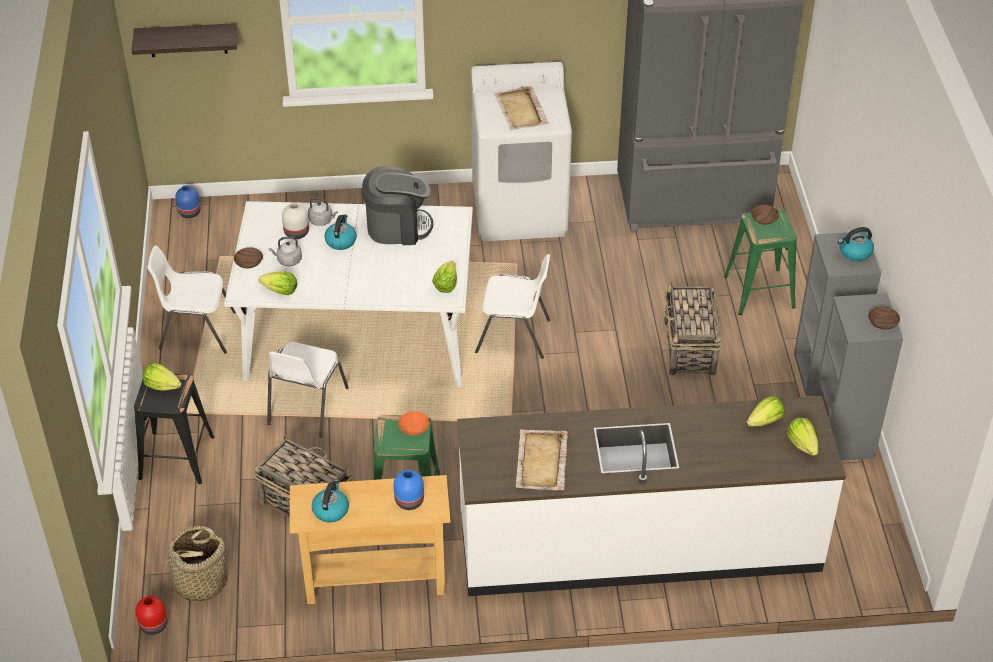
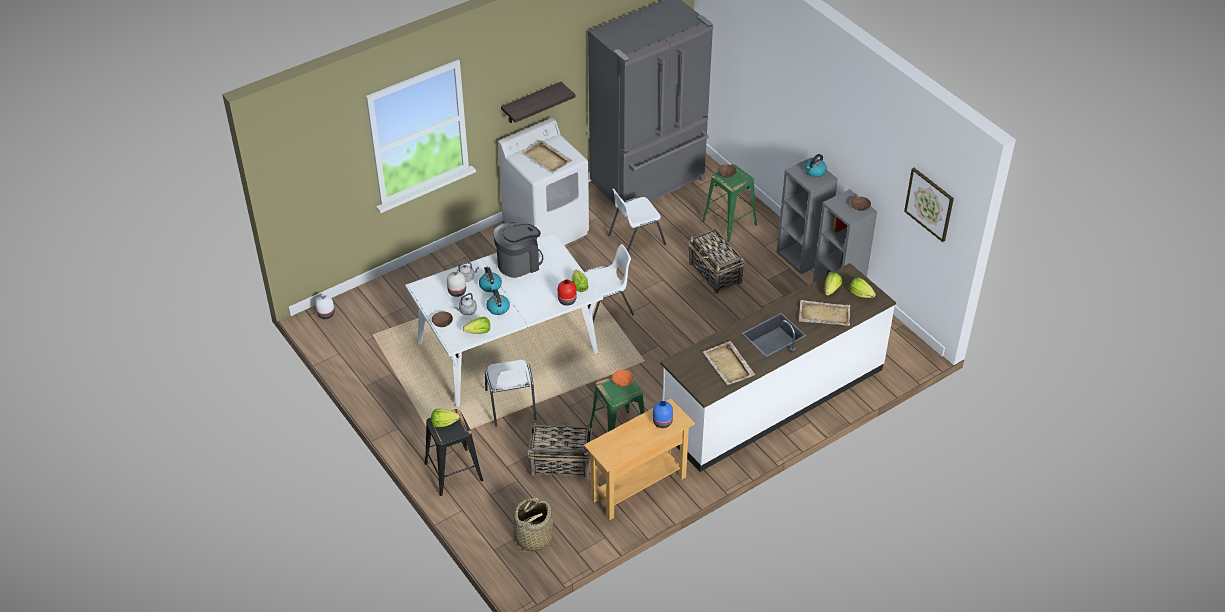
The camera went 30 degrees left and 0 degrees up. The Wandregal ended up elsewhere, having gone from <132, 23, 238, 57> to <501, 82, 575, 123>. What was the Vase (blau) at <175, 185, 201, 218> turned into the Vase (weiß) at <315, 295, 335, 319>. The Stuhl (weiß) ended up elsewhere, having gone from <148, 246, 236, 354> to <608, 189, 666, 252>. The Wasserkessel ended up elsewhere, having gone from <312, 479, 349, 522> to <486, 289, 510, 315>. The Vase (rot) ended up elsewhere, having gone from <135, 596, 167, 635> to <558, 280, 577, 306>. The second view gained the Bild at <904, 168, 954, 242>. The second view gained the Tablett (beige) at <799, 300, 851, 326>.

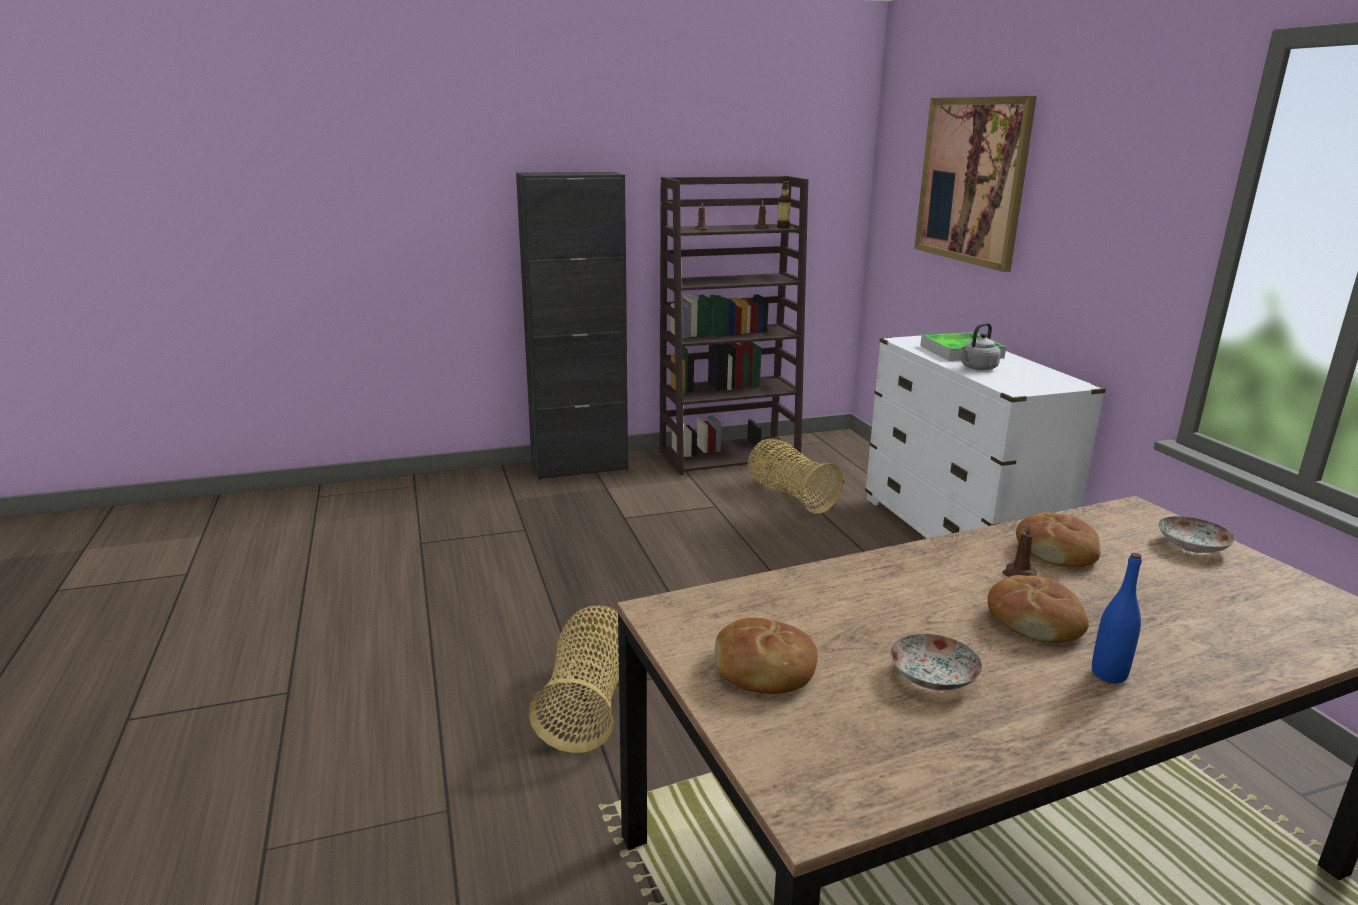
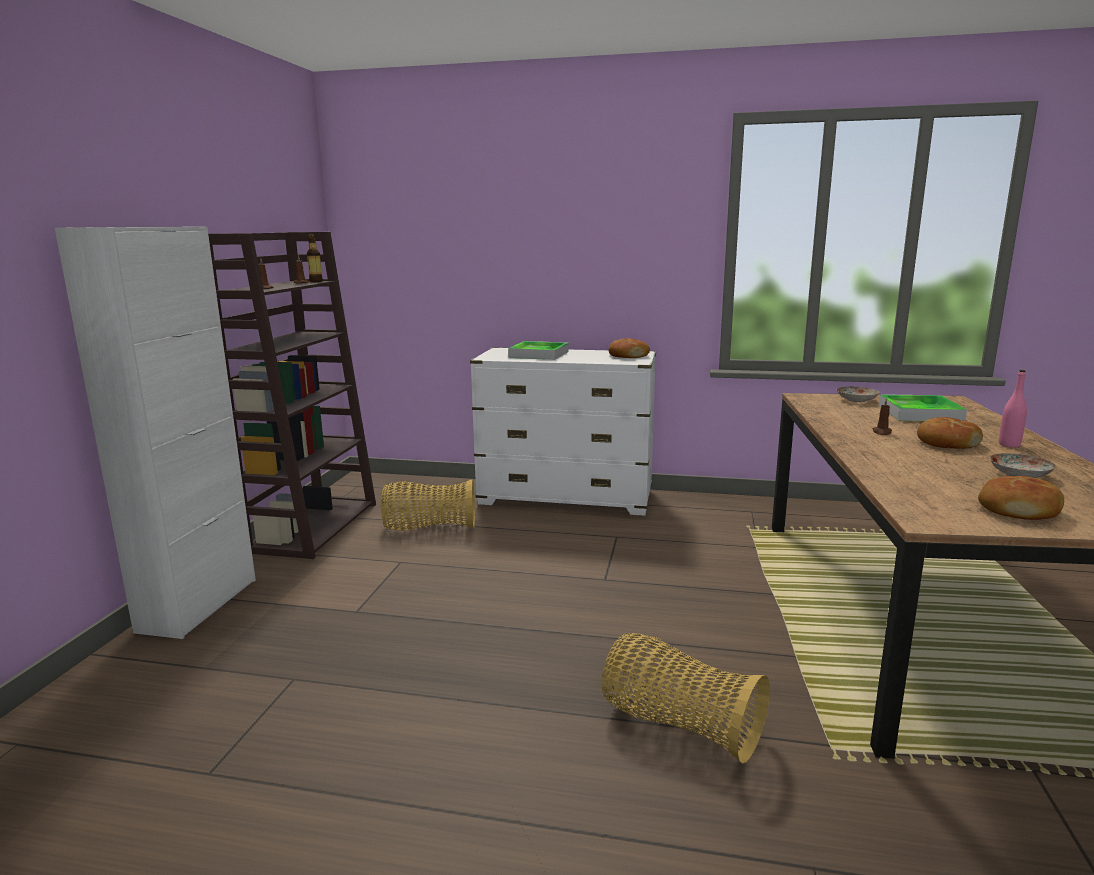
The camera went 60 degrees left and 5 degrees down. The second view lost the Bild at <914, 96, 1037, 272>. What was the Schrank (schwarz) at <516, 172, 628, 480> turned into the Schrank (weiß) at <55, 227, 256, 639>. The second view lost the Wasserkessel (grau) at <961, 323, 1001, 370>. The Brot ended up elsewhere, having gone from <1016, 512, 1101, 567> to <608, 338, 650, 358>. What was the Flasche (blau) at <1092, 553, 1142, 683> turned into the Flasche (rosa) at <999, 370, 1027, 448>. The second view gained the Tablett at <879, 394, 967, 421>.

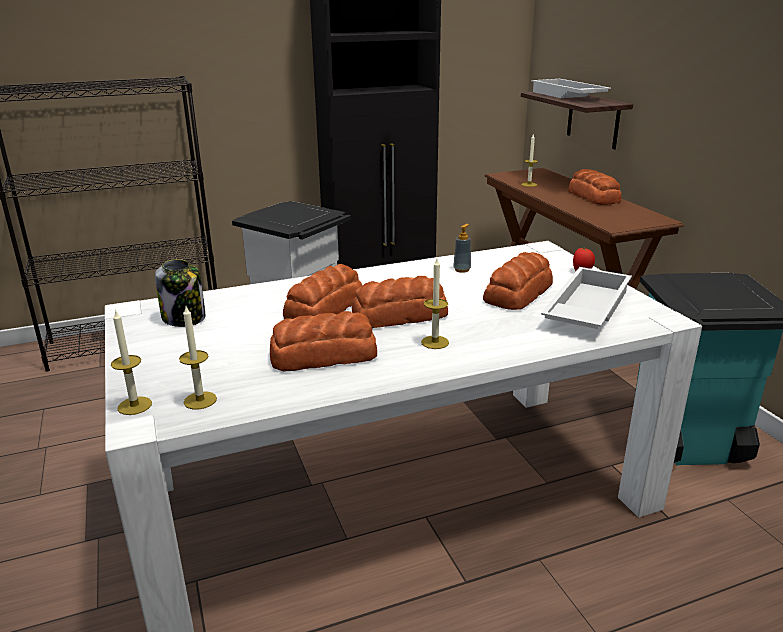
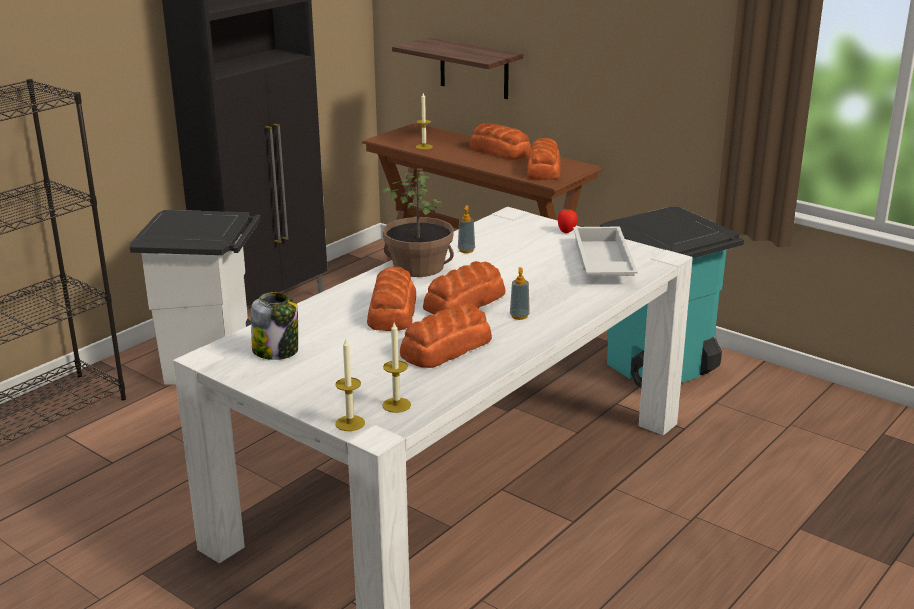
The camera went 30 degrees left and 0 degrees up. The second view lost the Tablett (weiß) at <531, 79, 611, 98>. The Brot ended up elsewhere, having gone from <483, 252, 553, 310> to <527, 138, 561, 180>. Where the Kerze stood at <421, 259, 449, 349>, the Seifenspender came to stand at <510, 267, 530, 320>. The second view gained the Topfpflanze at <383, 169, 454, 277>.

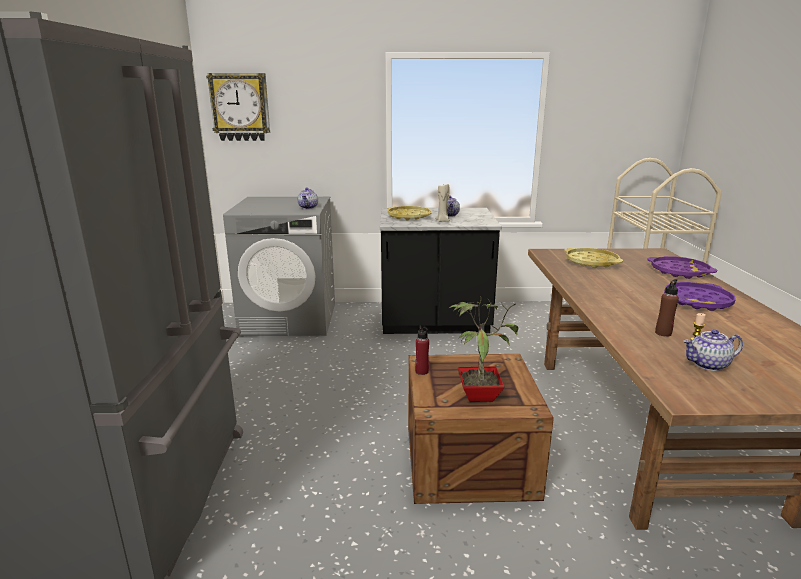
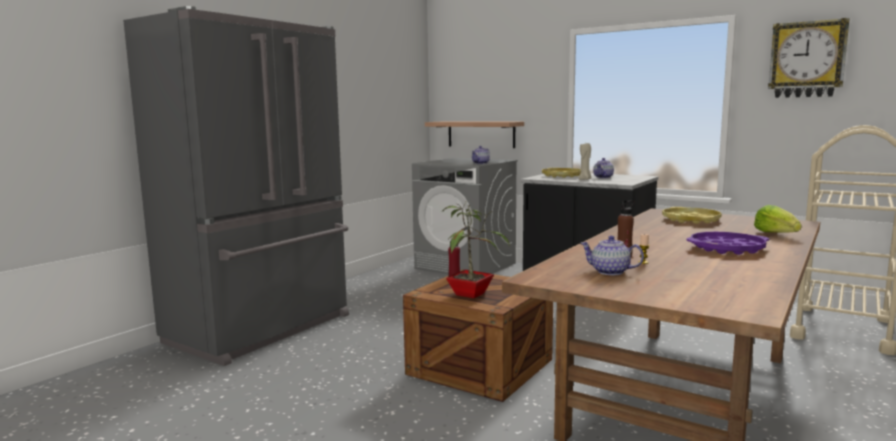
The camera went 35 degrees right and 10 degrees down. The Wanduhr ended up elsewhere, having gone from <206, 73, 270, 141> to <768, 18, 850, 98>. Where the Tablett (lila) stood at <647, 256, 717, 279>, the Salatkopf came to stand at <754, 205, 801, 233>. The second view gained the Wandregal at <425, 122, 524, 148>.

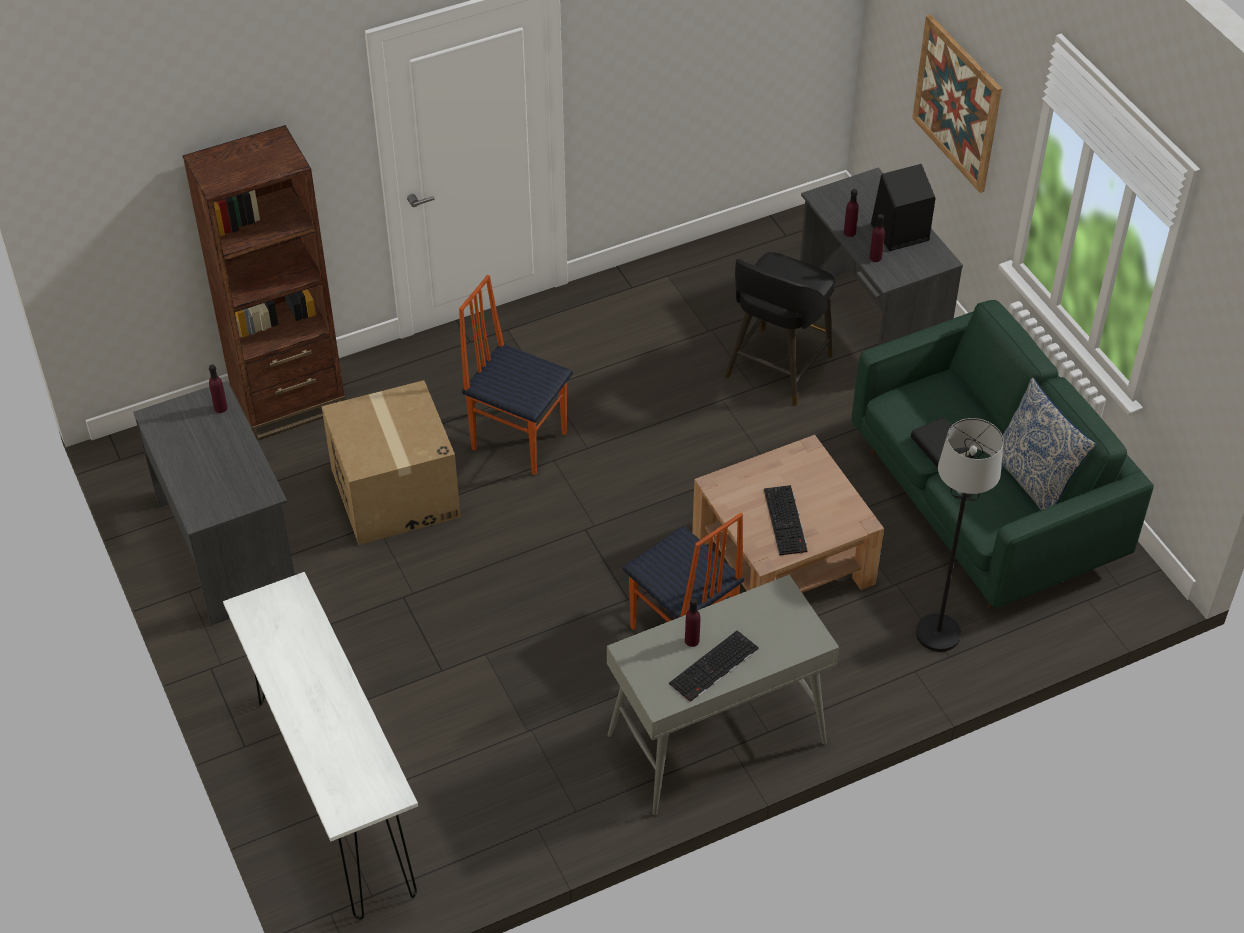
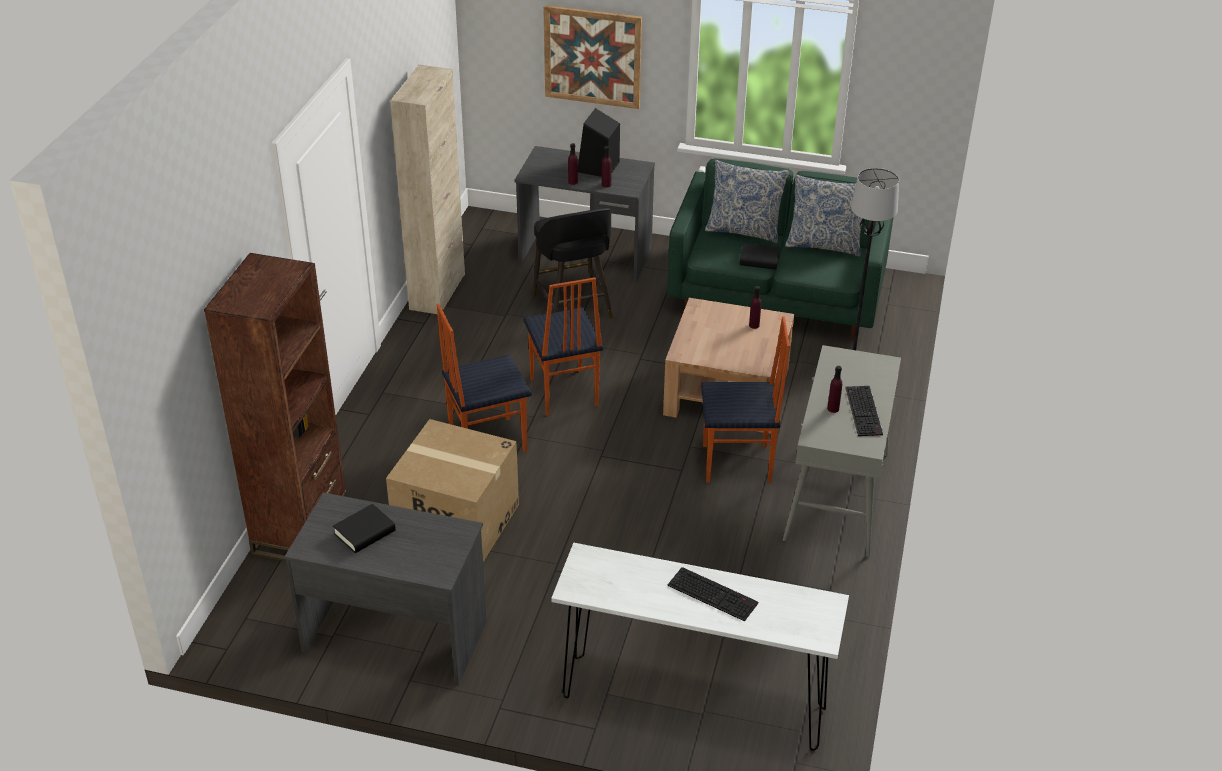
The camera went 50 degrees left and 10 degrees down. The Flasche (lila) ended up elsewhere, having gone from <209, 365, 228, 413> to <749, 286, 761, 329>. The Tastatur ended up elsewhere, having gone from <764, 485, 808, 555> to <667, 567, 758, 621>. The second view gained the Schrank (beige) at <390, 65, 465, 314>. The second view gained the Kissen at <705, 160, 789, 243>. The second view gained the Stuhl at <524, 277, 603, 416>. The second view gained the Buch (schwarz) at <333, 504, 396, 553>.

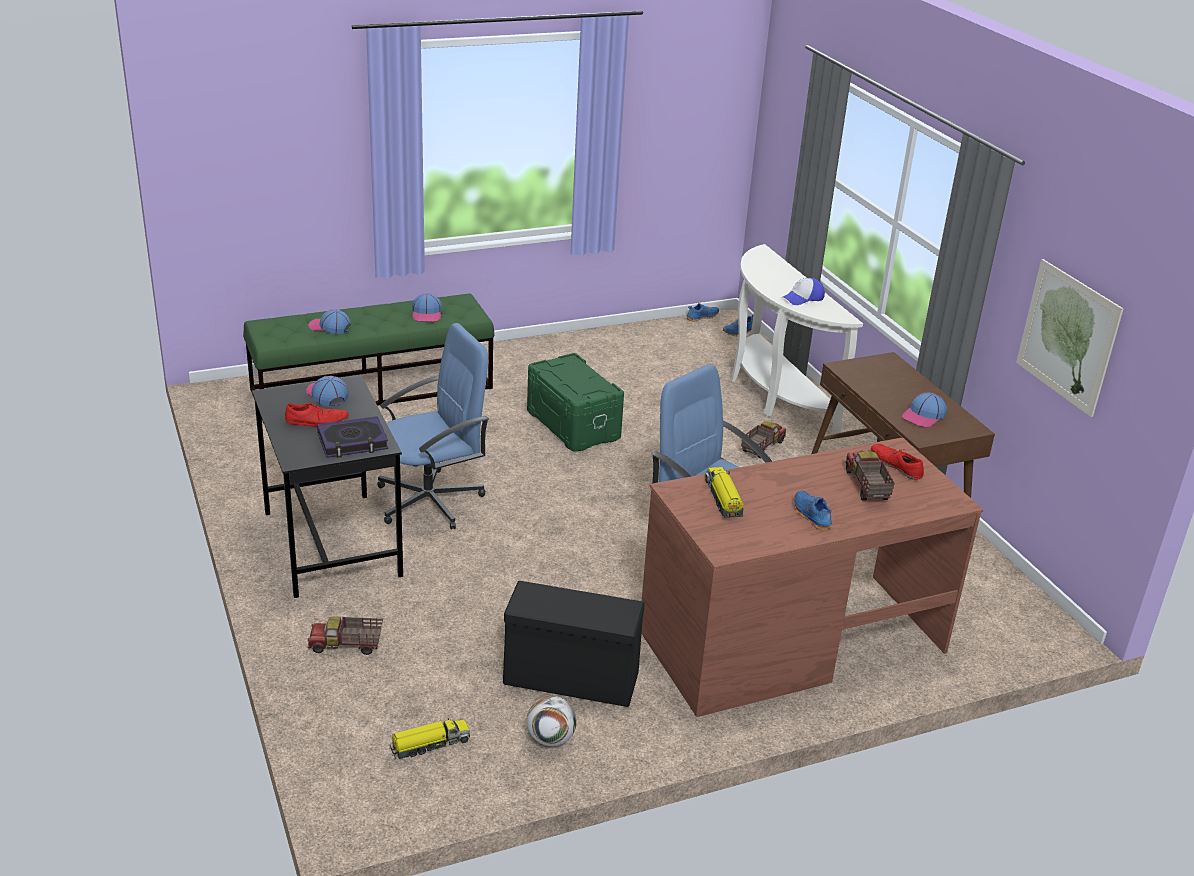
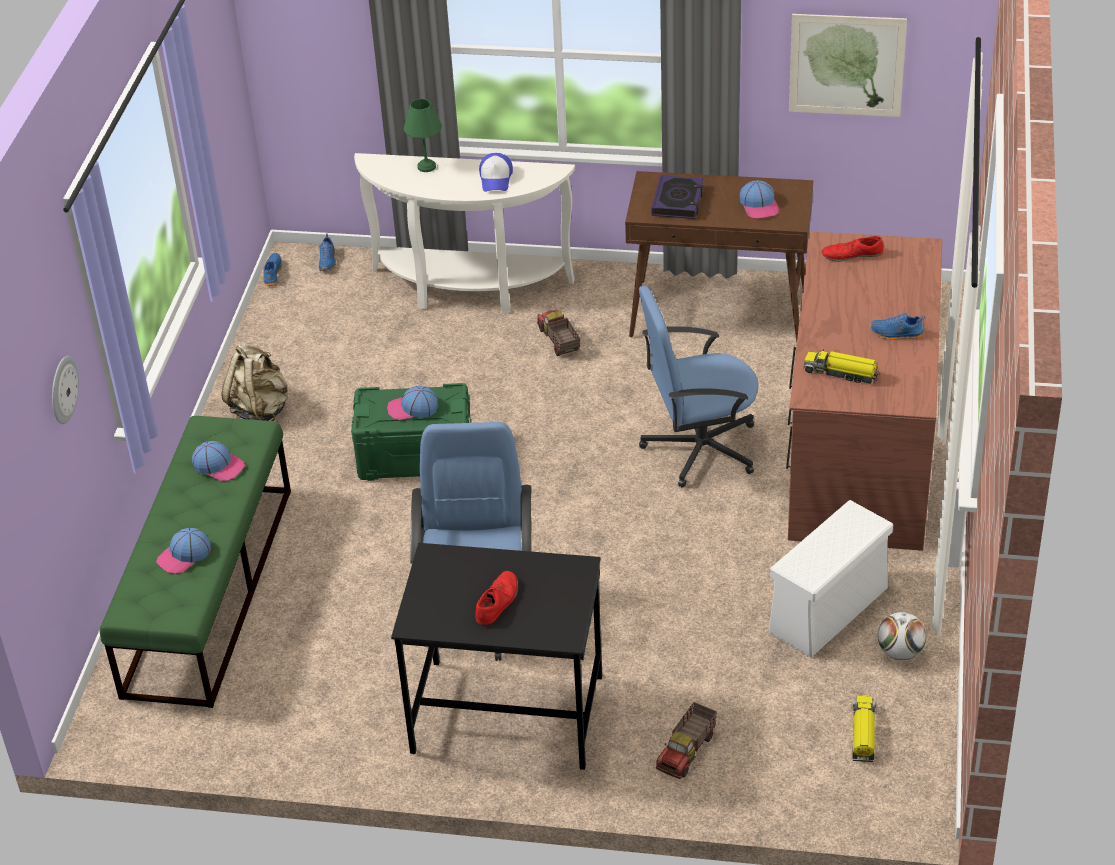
The camera went 55 degrees left and 10 degrees up. The Kappe ended up elsewhere, having gone from <306, 376, 349, 407> to <387, 386, 438, 420>. The Buch ended up elsewhere, having gone from <317, 416, 388, 458> to <652, 175, 703, 219>. The second view lost the Spielzeuglaster at <845, 451, 895, 500>. What was the Aufbewahrungsbox (schwarz) at <503, 581, 645, 707> turned into the Aufbewahrungsbox (weiß) at <769, 500, 893, 657>. The second view gained the Tischlampe (grün) at <404, 99, 442, 172>. The second view gained the Rucksack (beige) at <222, 343, 288, 421>. The second view gained the Wanduhr at <52, 356, 79, 424>.

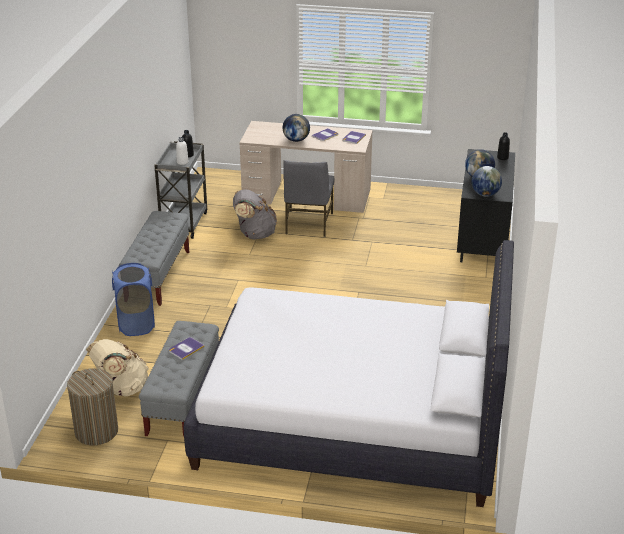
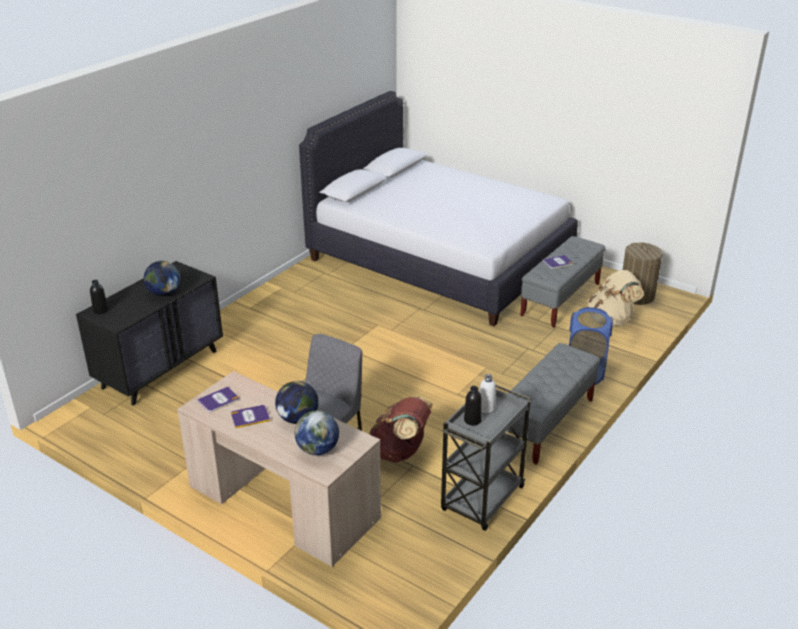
The camera went 155 degrees left and 0 degrees up. The Globus ended up elsewhere, having gone from <472, 166, 502, 197> to <295, 410, 339, 456>. What was the Rucksack (grau) at <233, 189, 277, 240> turned into the Rucksack (braun) at <369, 396, 433, 463>.

